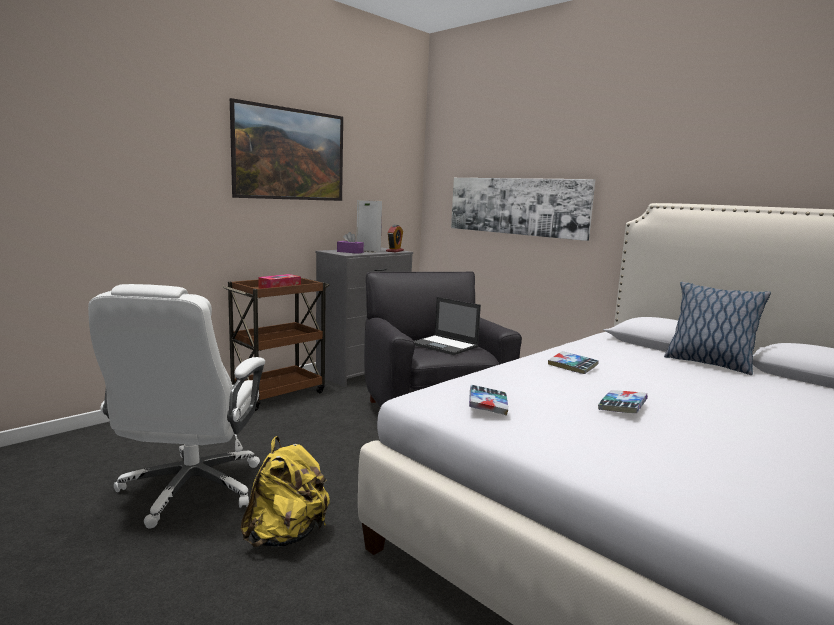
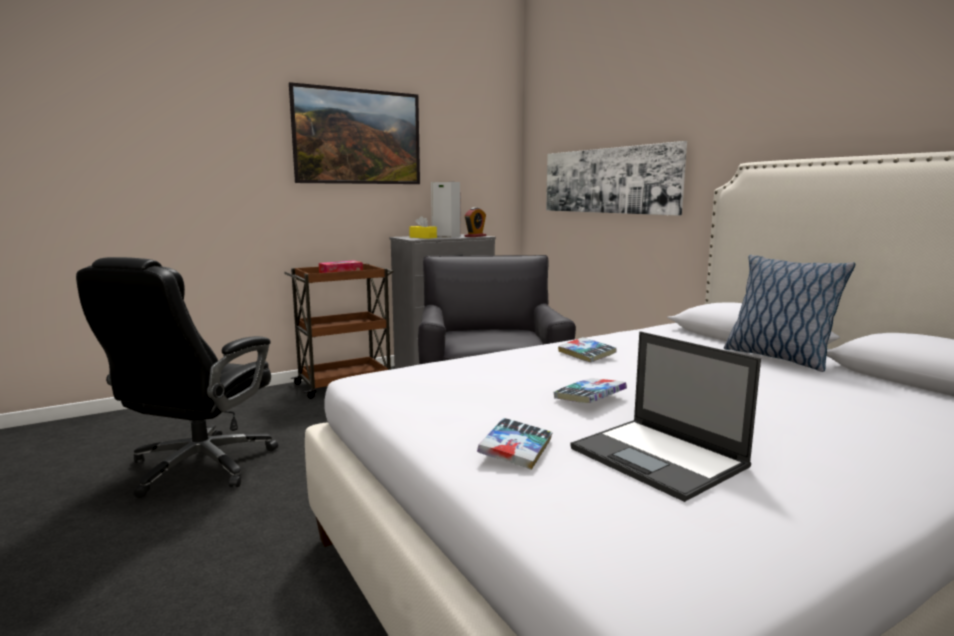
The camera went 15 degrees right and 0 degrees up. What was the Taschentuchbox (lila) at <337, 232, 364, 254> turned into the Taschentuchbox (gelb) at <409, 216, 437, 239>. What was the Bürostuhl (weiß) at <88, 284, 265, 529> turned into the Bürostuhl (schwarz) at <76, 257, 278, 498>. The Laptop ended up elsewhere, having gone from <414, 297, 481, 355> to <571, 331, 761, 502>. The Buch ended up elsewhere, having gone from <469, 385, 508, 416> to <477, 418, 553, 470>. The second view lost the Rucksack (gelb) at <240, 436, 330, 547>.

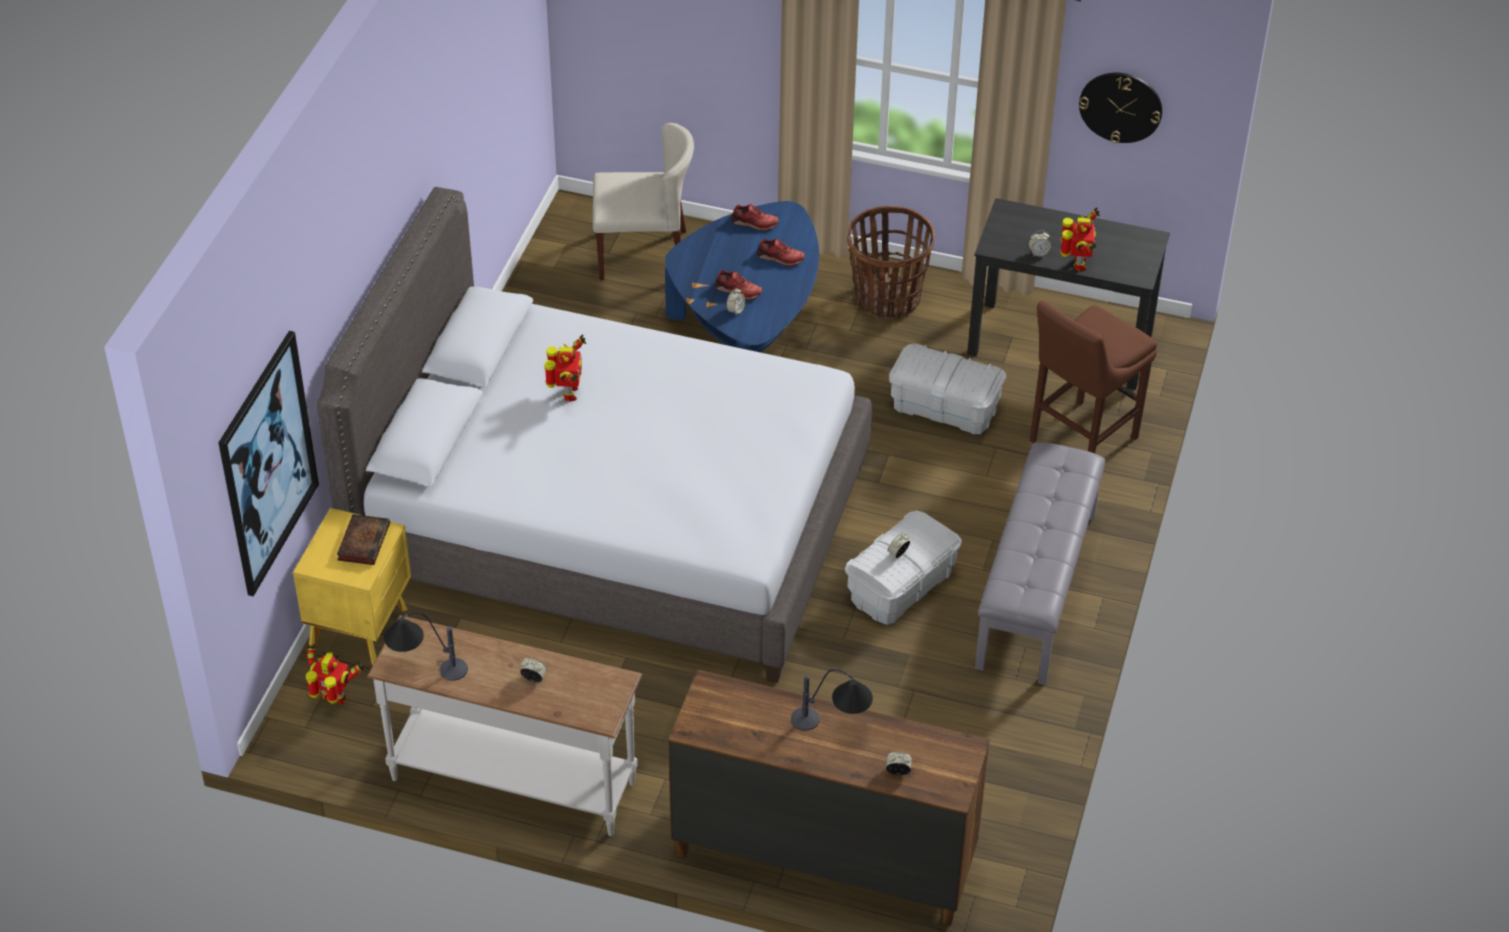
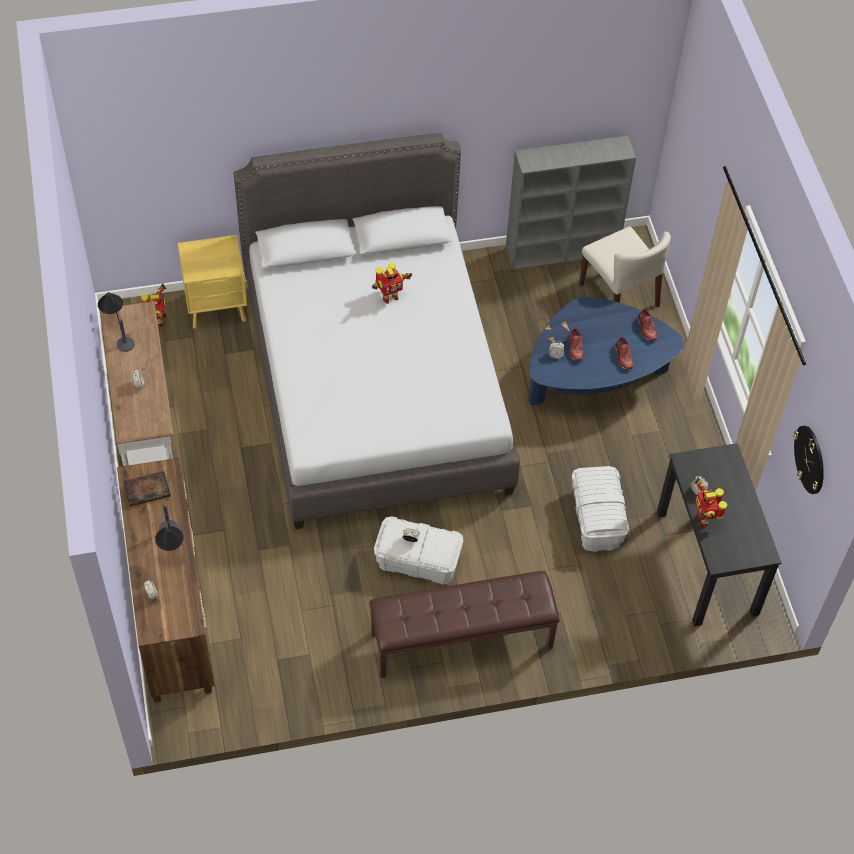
The camera went 60 degrees right and 10 degrees up. The second view lost the Korb at <847, 206, 935, 319>. The Spielzeugroboter at <1060, 207, 1100, 271> ended up facing another way, 105 degrees clockwise from before. The second view lost the Hocker (braun) at <1029, 300, 1157, 453>. The second view lost the Bild at <218, 331, 319, 596>. What was the Bank (grau) at <975, 442, 1106, 685> turned into the Bank (braun) at <369, 571, 560, 678>. The Buch ended up elsewhere, having gone from <337, 514, 390, 565> to <123, 471, 171, 507>. The second view gained the Bücherregal (grau) at <506, 136, 636, 270>.

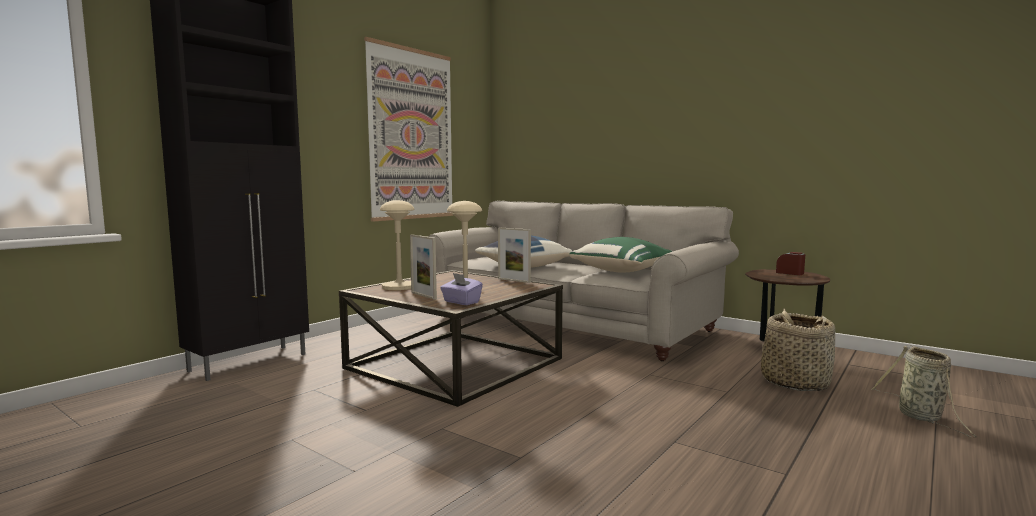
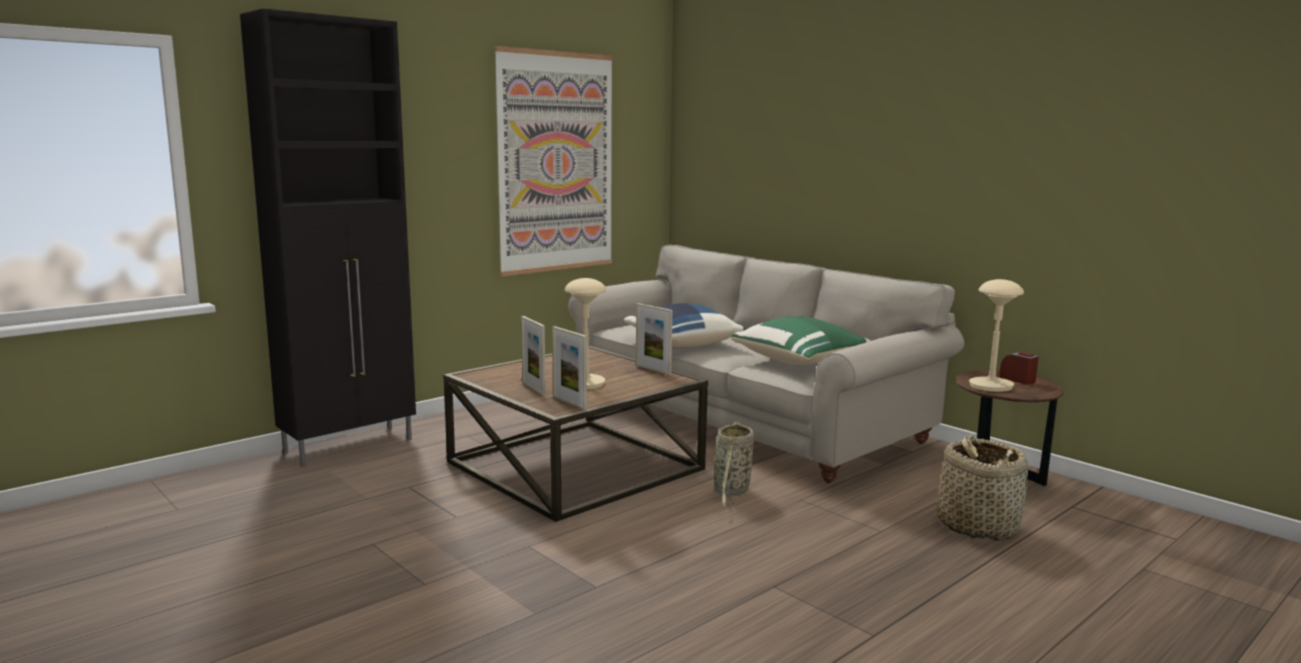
The camera went 10 degrees right and 5 degrees up. The Tischlampe (beige) ended up elsewhere, having gone from <380, 200, 415, 290> to <969, 279, 1024, 392>. Where the Taschentuchbox (lila) stood at <440, 273, 483, 305>, the Bilderrahmen came to stand at <552, 326, 587, 410>. The Korb ended up elsewhere, having gone from <871, 345, 976, 438> to <710, 422, 754, 511>.

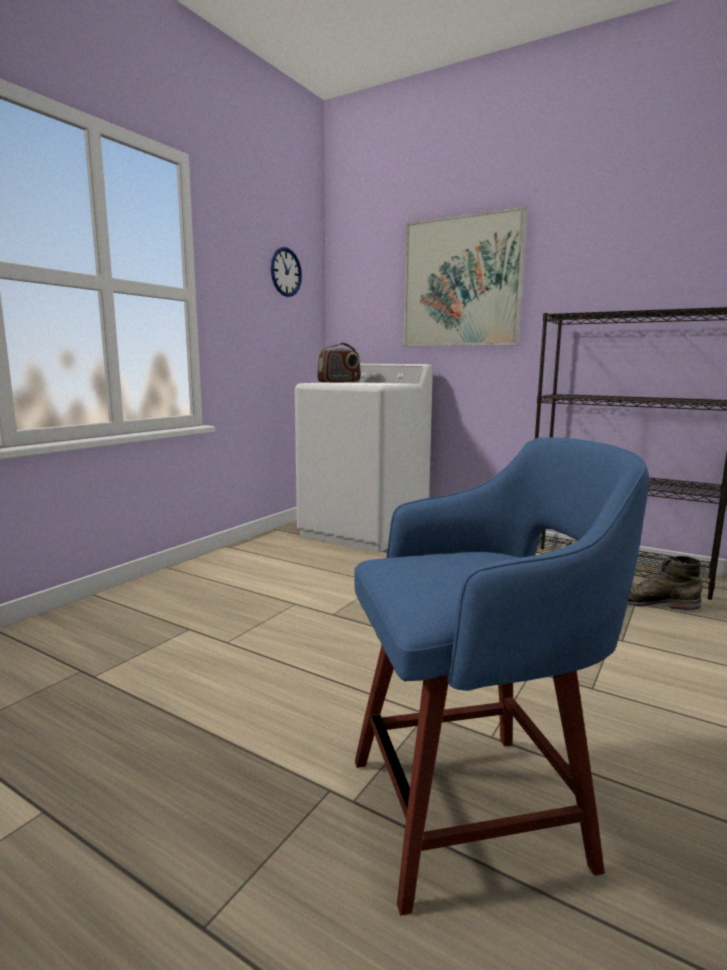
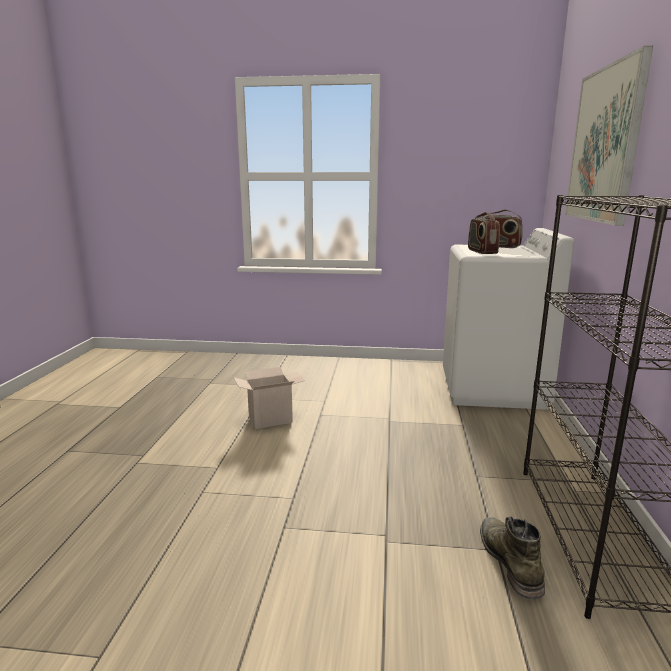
The camera went 65 degrees right and 5 degrees up. The second view lost the Wanduhr at <271, 247, 302, 297>. The second view lost the Hocker (blau) at <354, 437, 649, 915>. The second view gained the Radio at <468, 212, 500, 254>. The second view gained the Karton at <234, 367, 305, 429>.

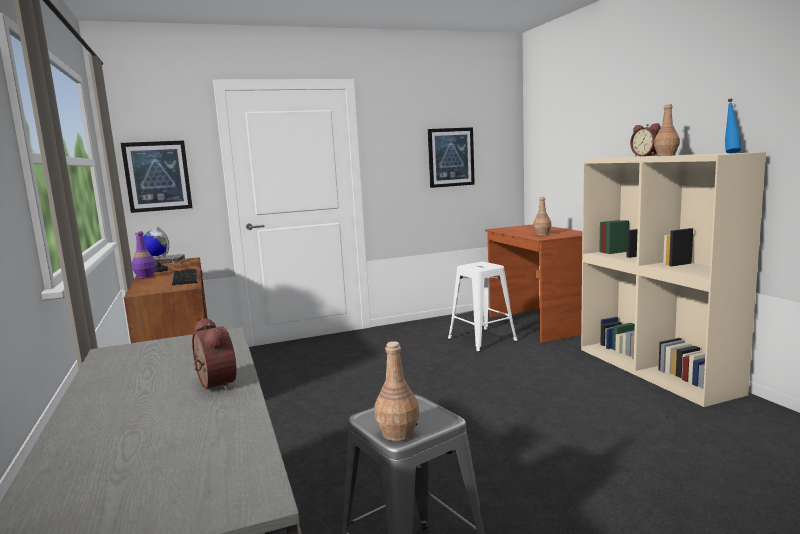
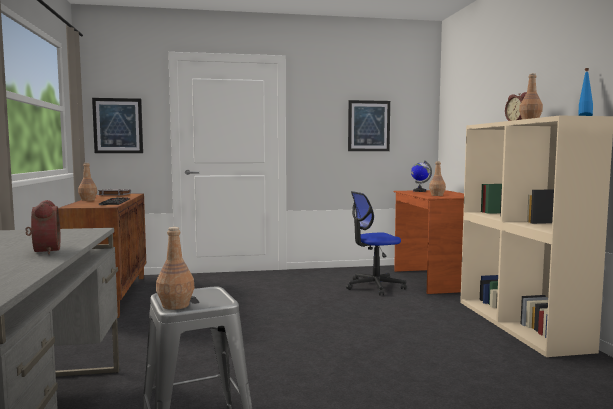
The camera went 10 degrees right and 5 degrees down. The Globus ended up elsewhere, having gone from <143, 227, 169, 273> to <411, 160, 432, 192>. What was the Flasche (lila) at <132, 230, 156, 279> turned into the Flasche (braun) at <78, 163, 97, 201>. Where the Hocker (weiß) stood at <448, 262, 518, 352>, the Bürostuhl came to stand at <346, 191, 407, 295>.

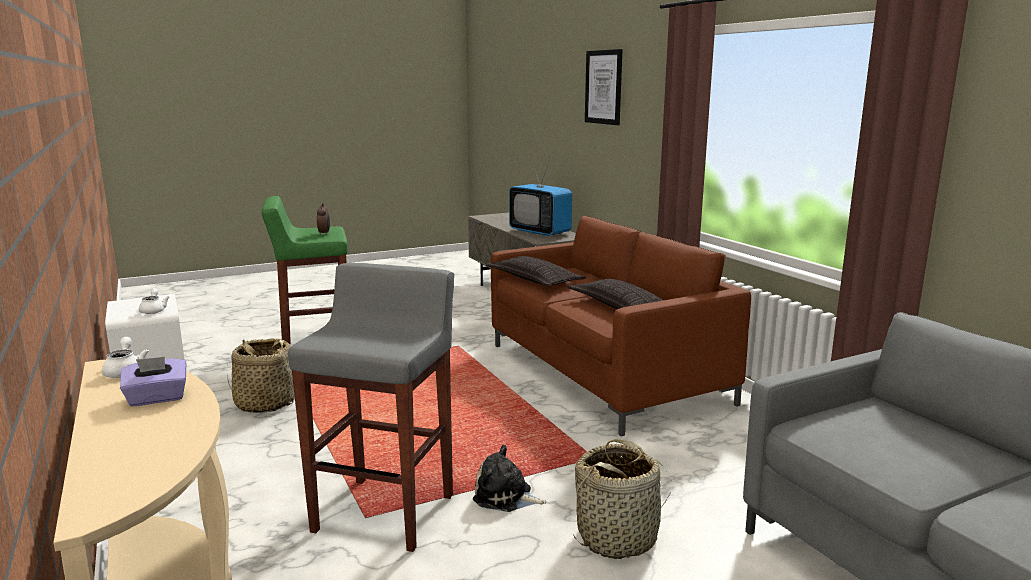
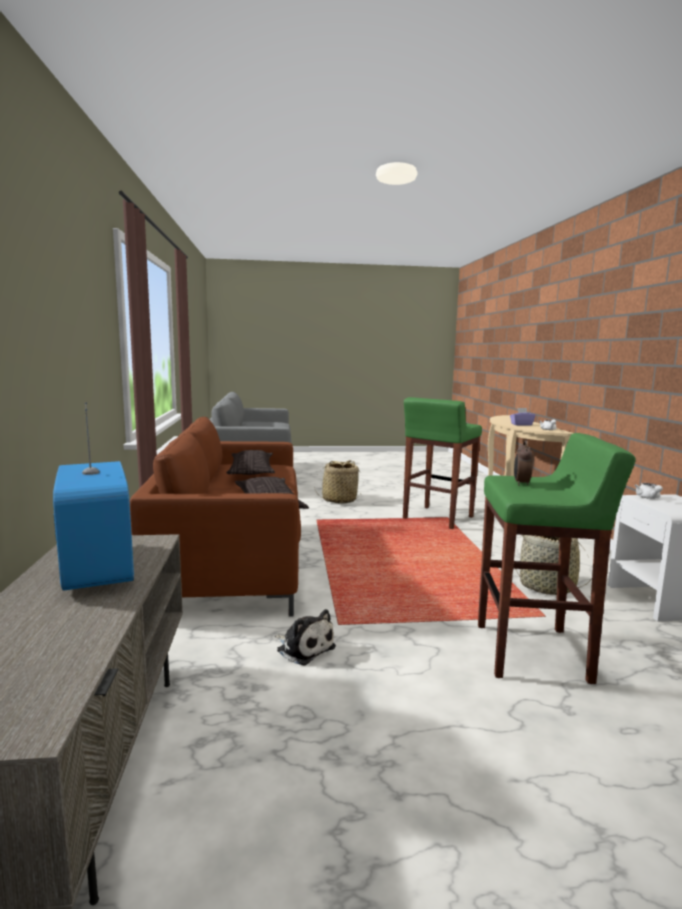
The camera went 160 degrees left and 5 degrees down. The second view lost the Bild at <585, 49, 623, 125>. What was the Hocker (grau) at <288, 263, 454, 552> turned into the Hocker (grün) at <403, 397, 482, 529>. The Plüschtier ended up elsewhere, having gone from <473, 445, 547, 512> to <275, 609, 336, 666>.

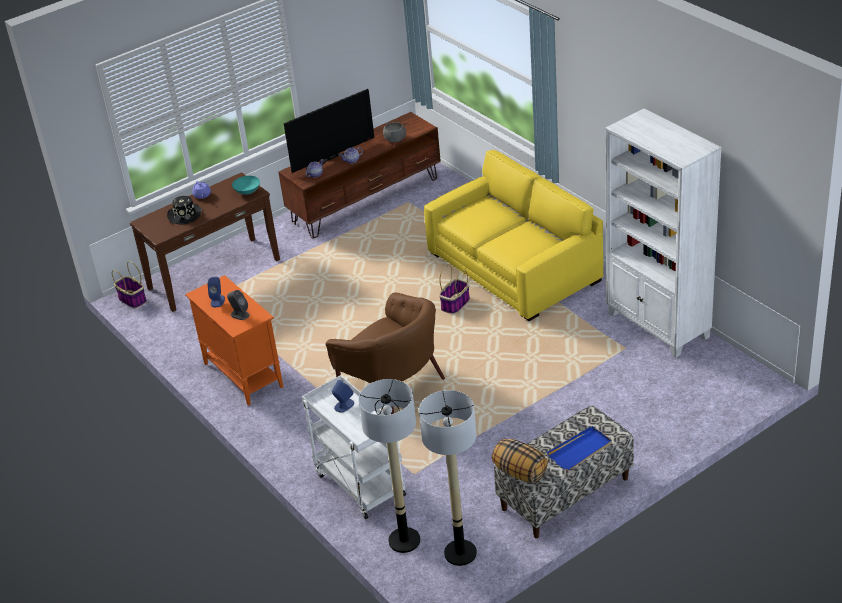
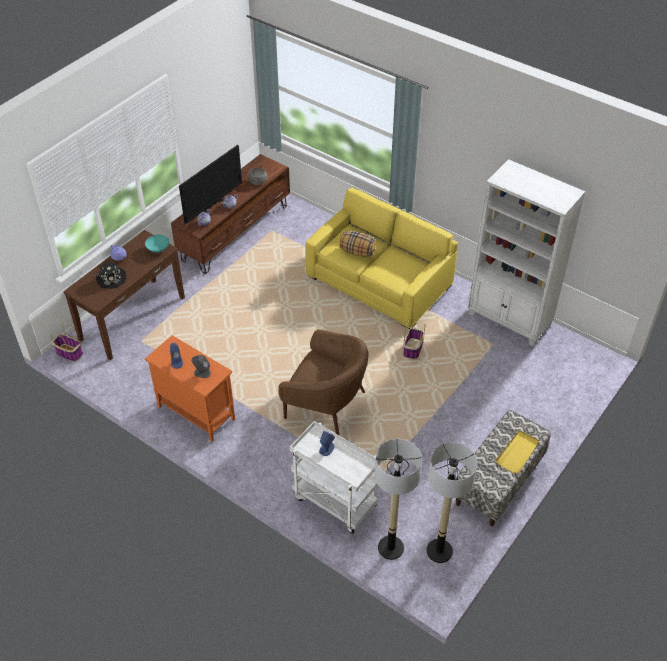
The camera went 20 degrees left and 10 degrees up. The Korb ended up elsewhere, having gone from <439, 264, 470, 314> to <403, 320, 425, 359>. What was the Tablett (blau) at <547, 426, 612, 470> turned into the Tablett (gelb) at <495, 430, 540, 474>. The Kissen ended up elsewhere, having gone from <492, 439, 548, 482> to <340, 231, 376, 257>.

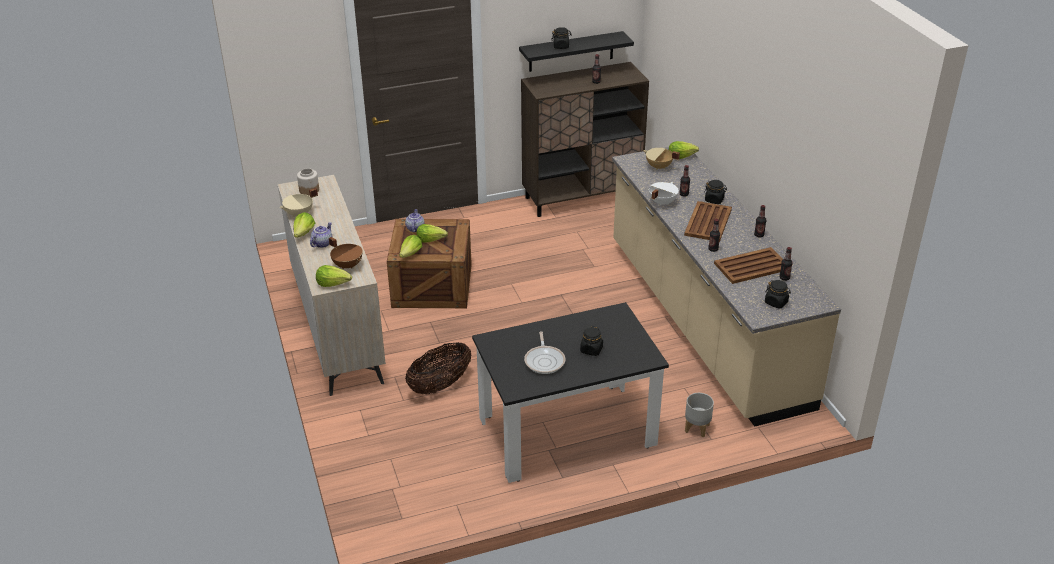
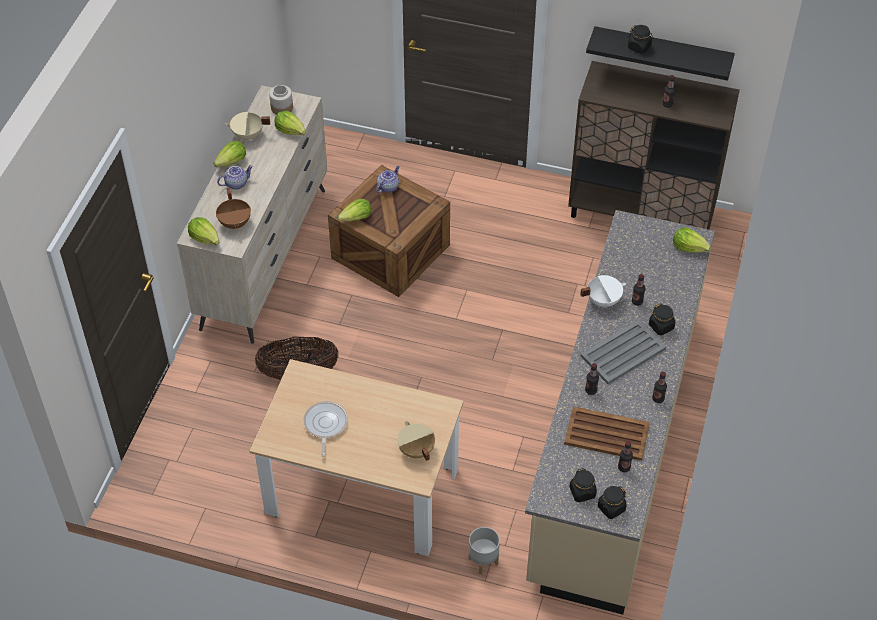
The camera went 35 degrees right and 15 degrees up. The Kochtopf (beige) ended up elsewhere, having gone from <644, 148, 680, 170> to <397, 421, 435, 461>. What was the Tablett (braun) at <684, 201, 732, 242> turned into the Tablett (grau) at <581, 319, 666, 384>. The Salatkopf ended up elsewhere, having gone from <416, 224, 448, 243> to <275, 111, 306, 135>. What was the Esstisch (schwarz) at <472, 302, 669, 483> turned into the Esstisch (beige) at <249, 359, 464, 556>. The Vorratsglas (schwarz) ended up elsewhere, having gone from <580, 326, 603, 356> to <598, 486, 627, 519>. The Pfanne at <524, 331, 565, 374> ended up facing another way, 150 degrees clockwise from before.

